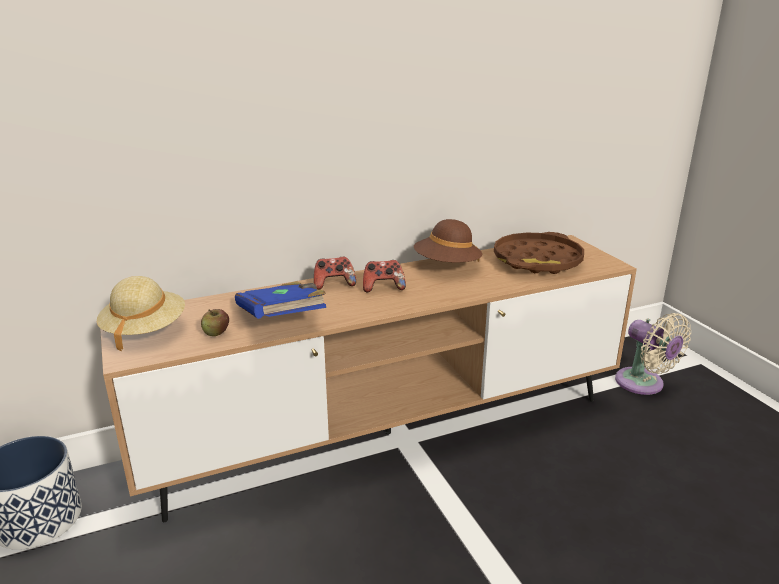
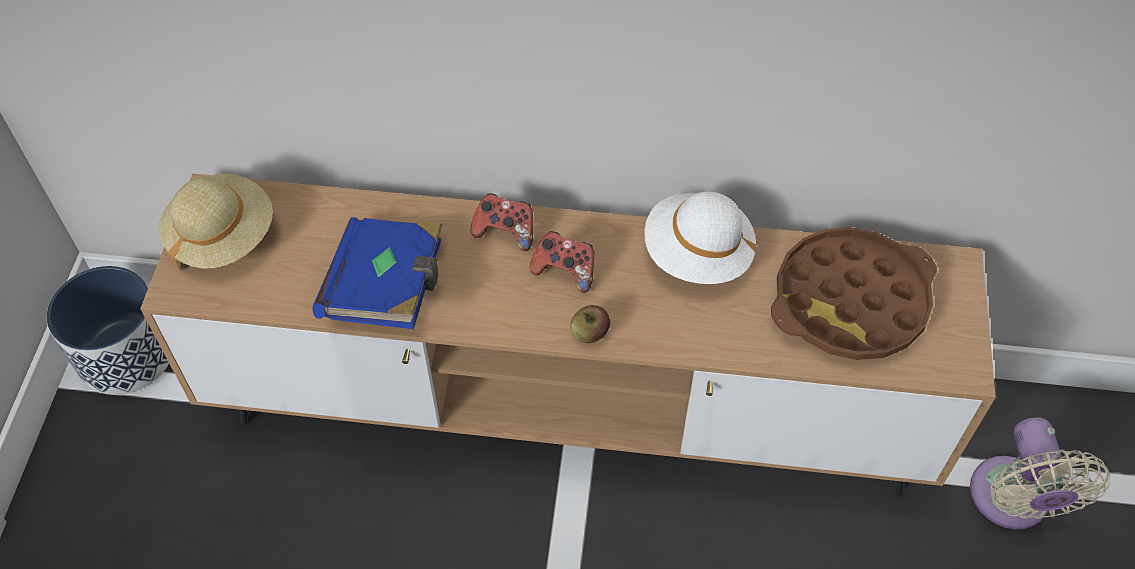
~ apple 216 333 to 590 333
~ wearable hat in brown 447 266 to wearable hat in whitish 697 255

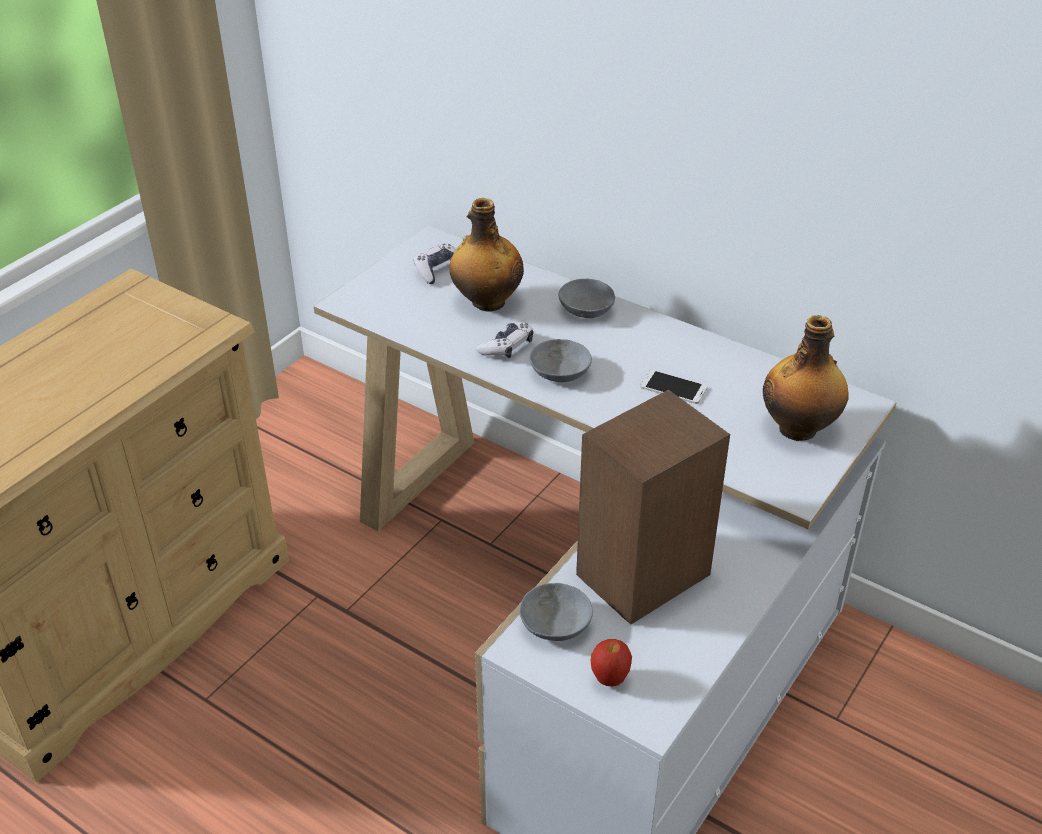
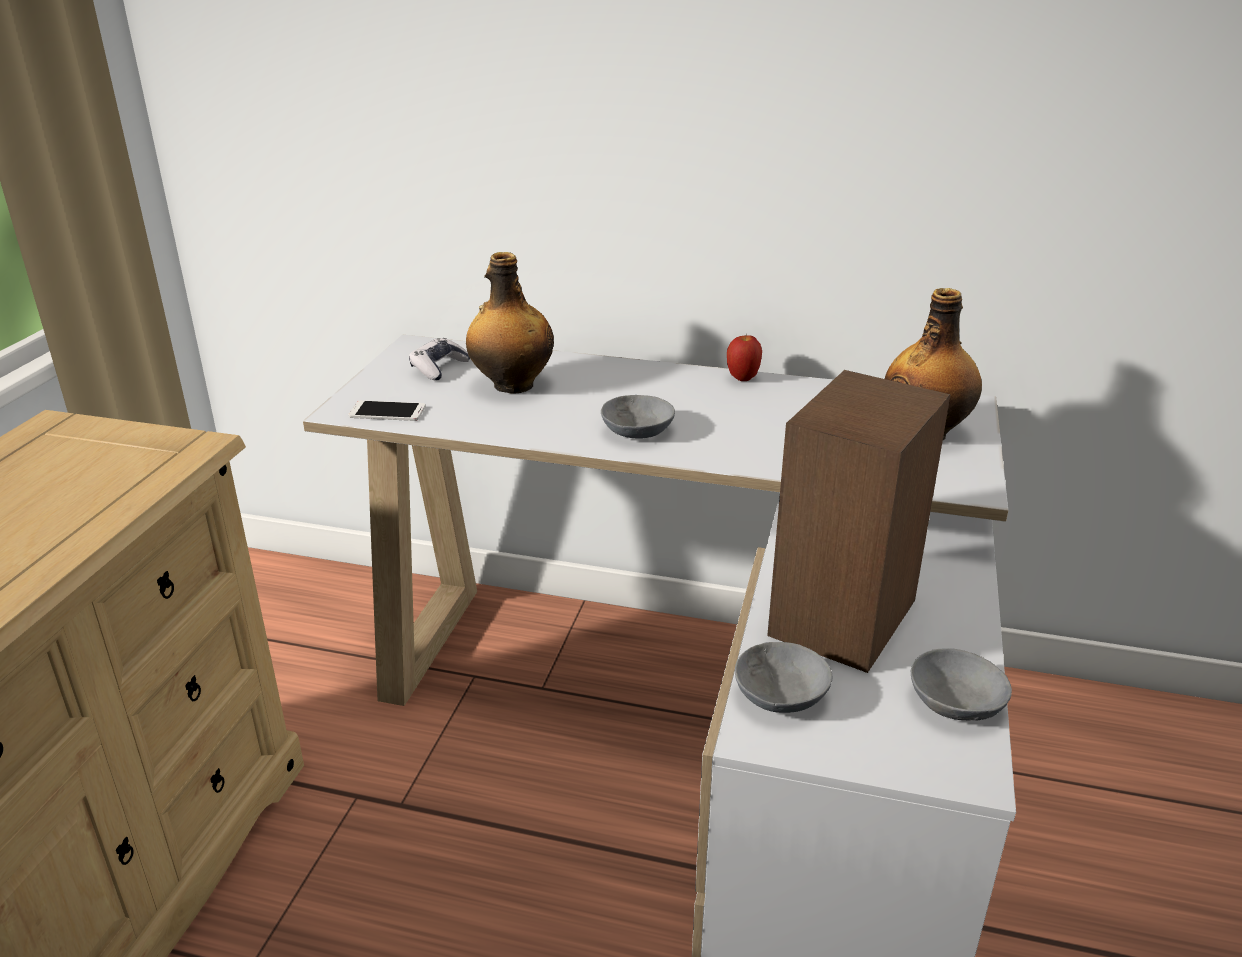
- gamepad 507 347
~ serving bowl in greyish 588 309 to 958 702
~ apple 609 679 to 742 378
~ telephone 673 387 to 387 412

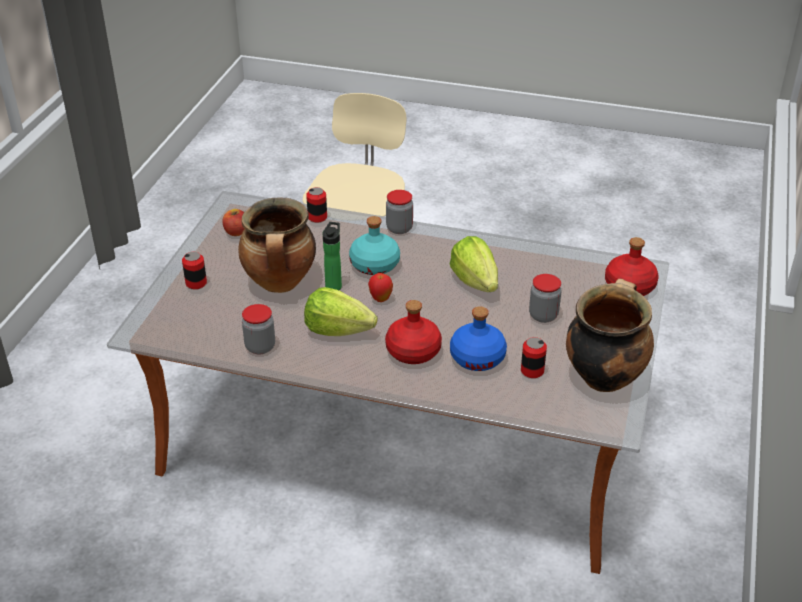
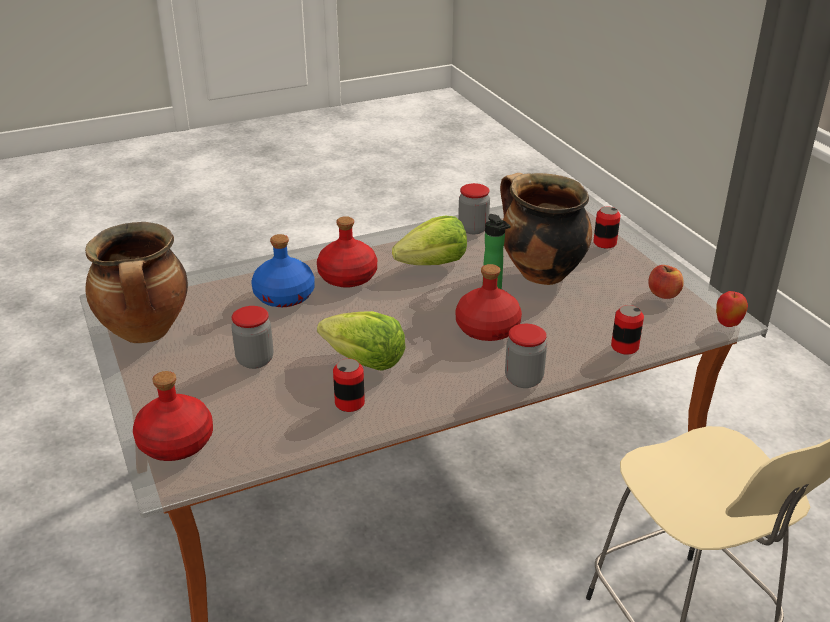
~ beverage bottle in blue-green 374 265 to beverage bottle in red-coloured 487 328
~ apple 380 299 to 727 324
~ metal can 532 371 to 349 403

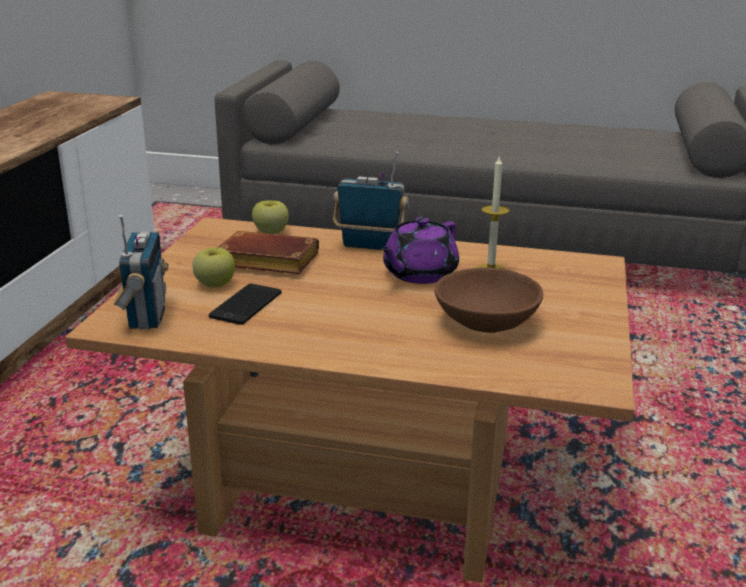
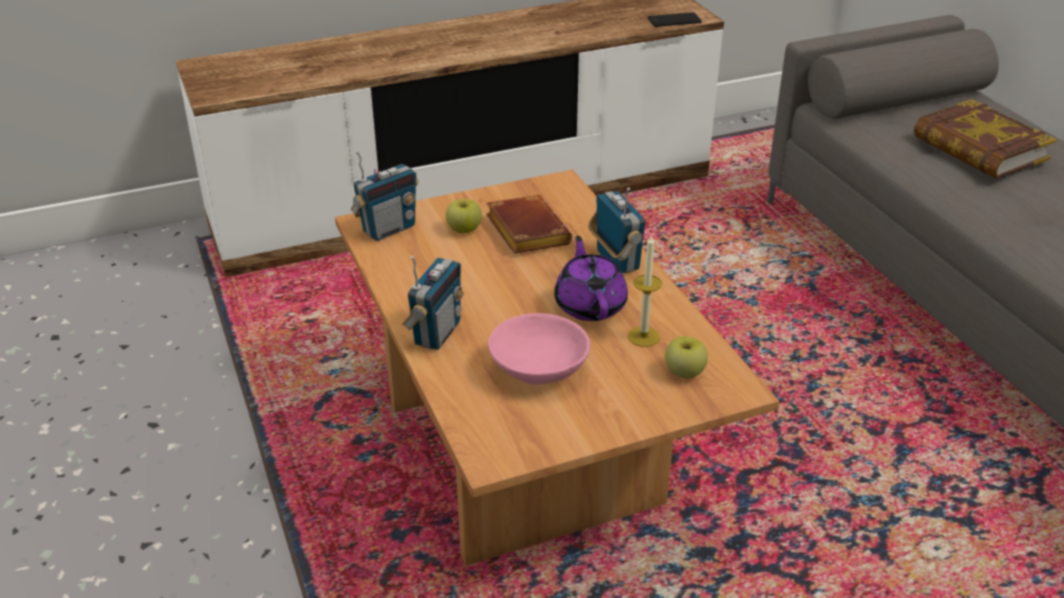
~ telephone 246 305 to 674 20
~ apple 270 232 to 684 372
~ pot for tea in purple-coloured 418 274 = 590 305 75 degrees clockwise
~ serving bowl in brown 487 323 to serving bowl in pinkish 538 370
+ radio 436 333
+ book 979 149

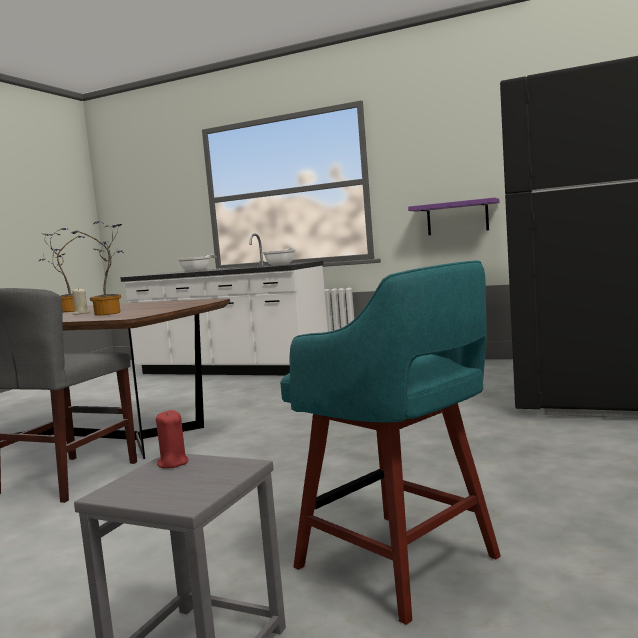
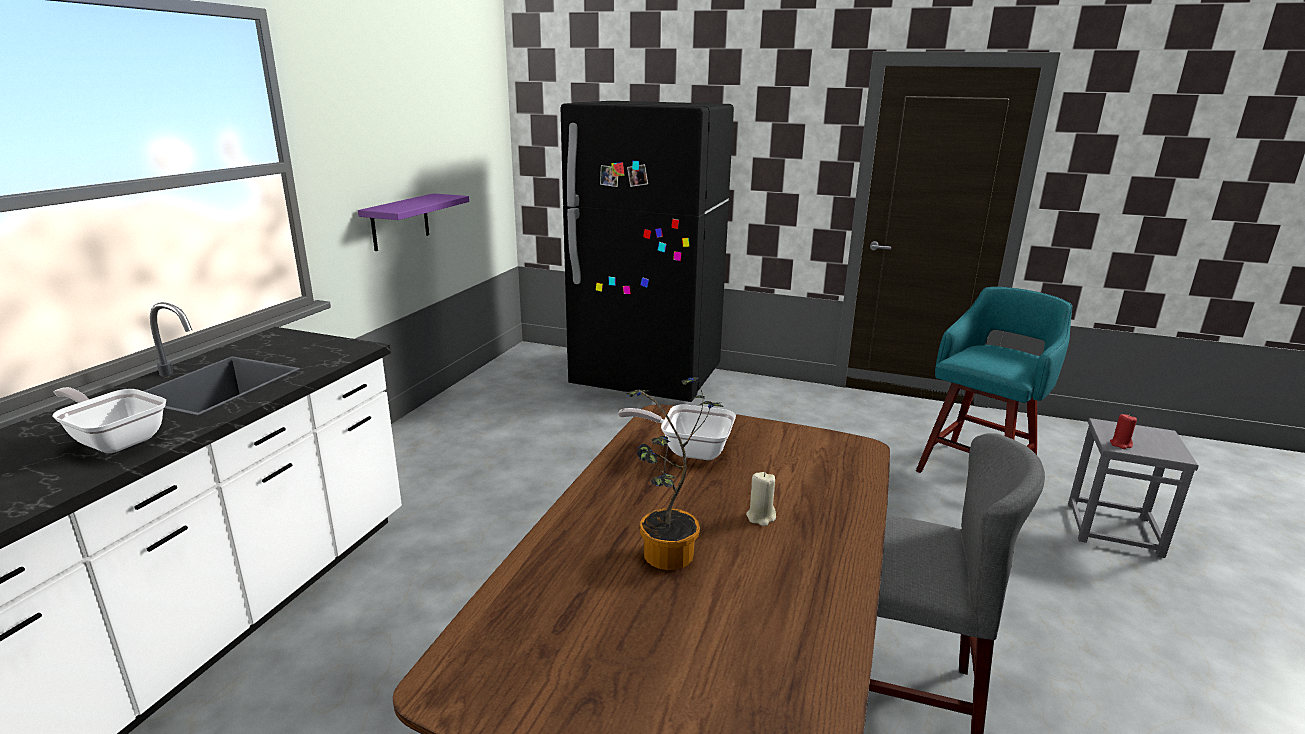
- houseplant 109 313
~ frying pan 282 264 to 688 449

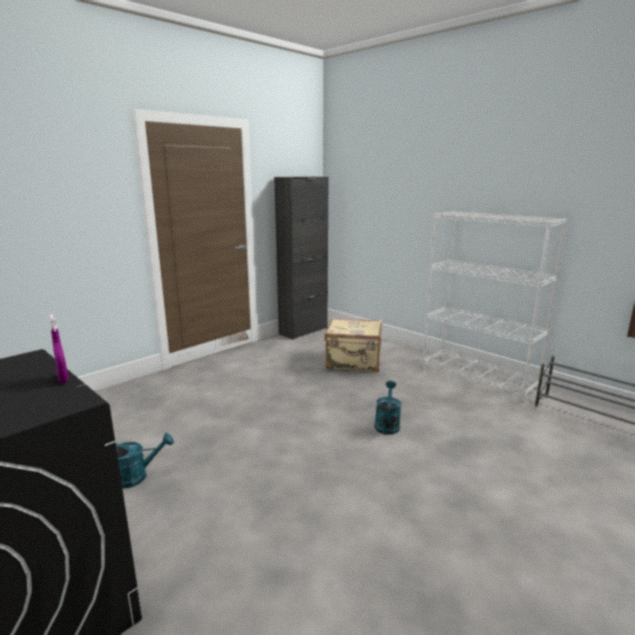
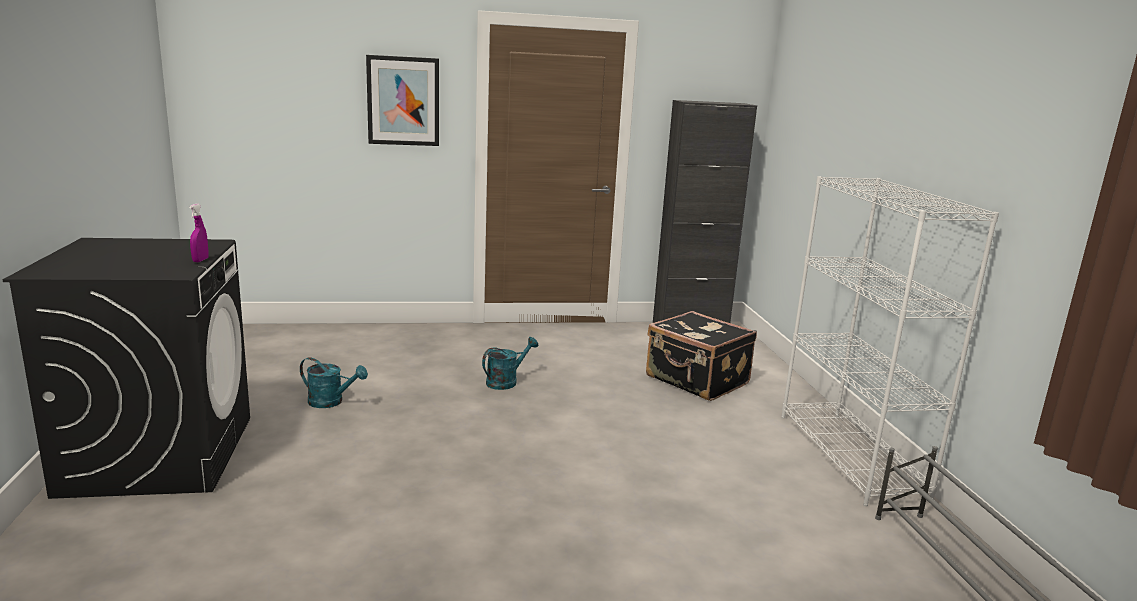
~ travel case in sand-coloured 354 362 to travel case in blackish 696 381
~ sprinkling can in blue-green 387 424 to 506 381
+ wall picture 403 101

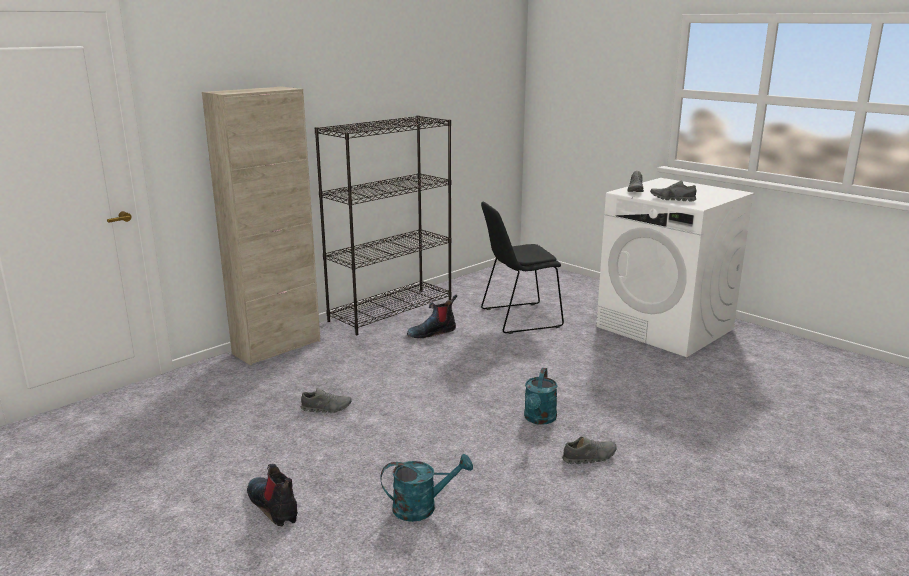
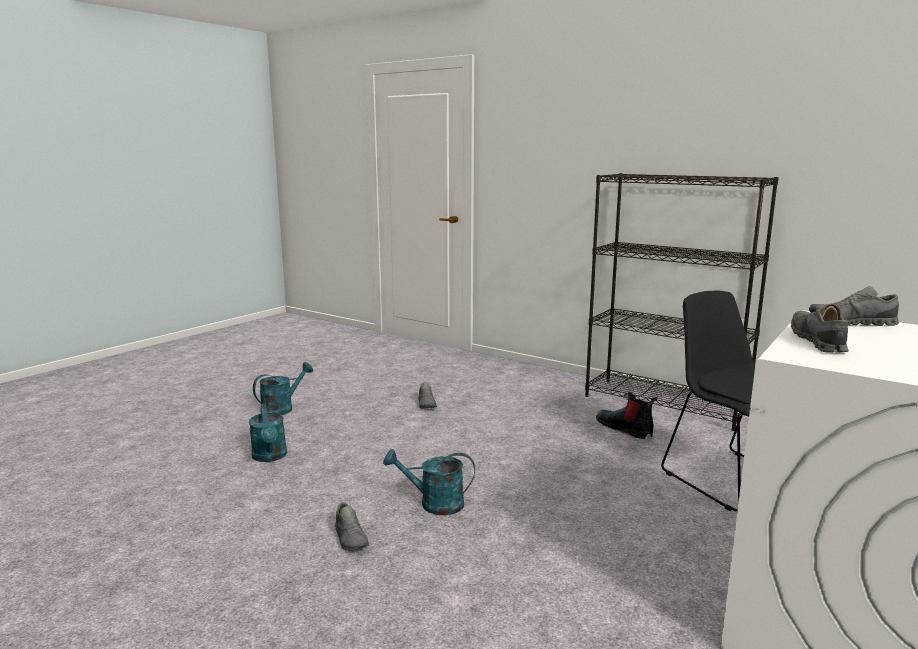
- cupboard in sand-coloured 277 347
~ tall boot 274 506 to sprinkling can in blue-green 282 408

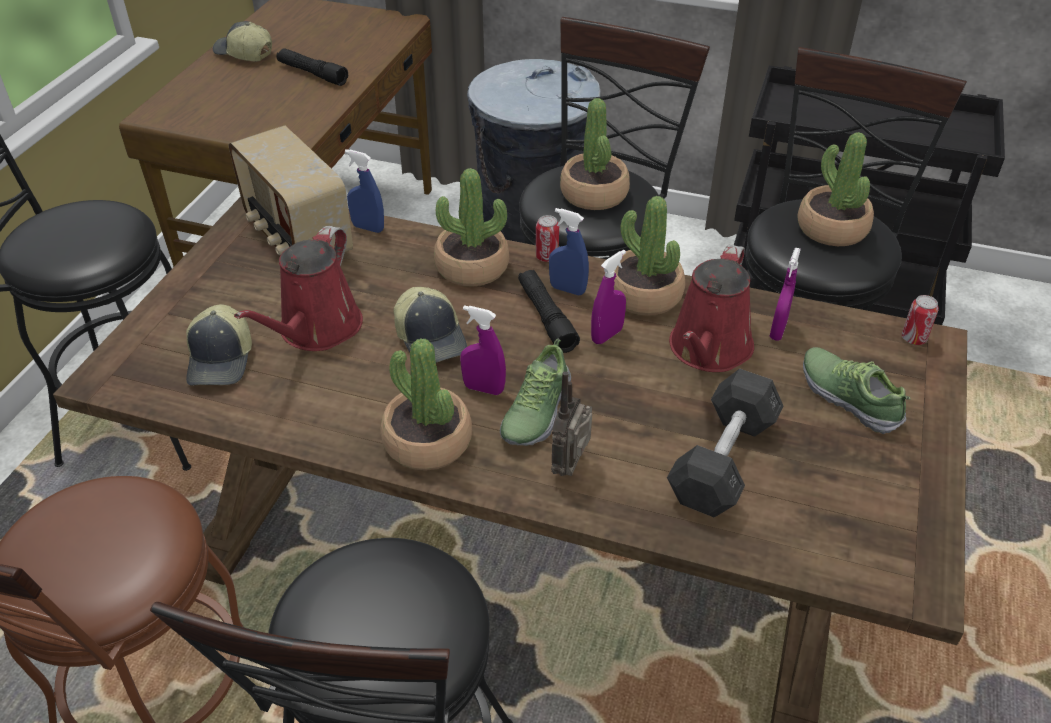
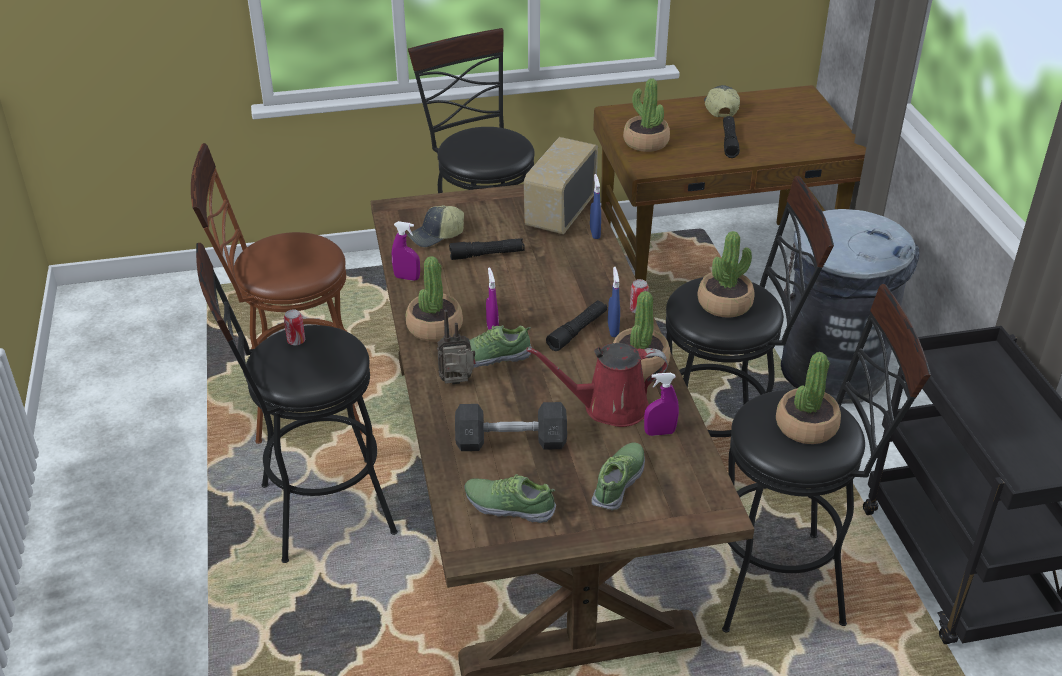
~ sprinkling can in red-coloured 316 330 to hand torch in blackish 487 255
- peaked cap 432 338
~ houseplant 472 267 to 645 142
~ spray bottle in purple-coloured 607 335 to 407 278
~ metal can 913 338 to 296 341
+ low shoe 509 505

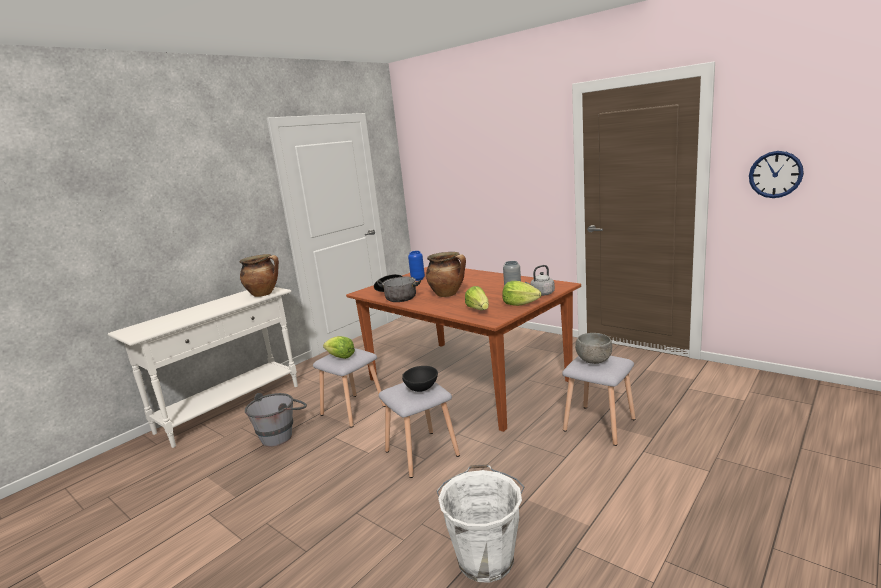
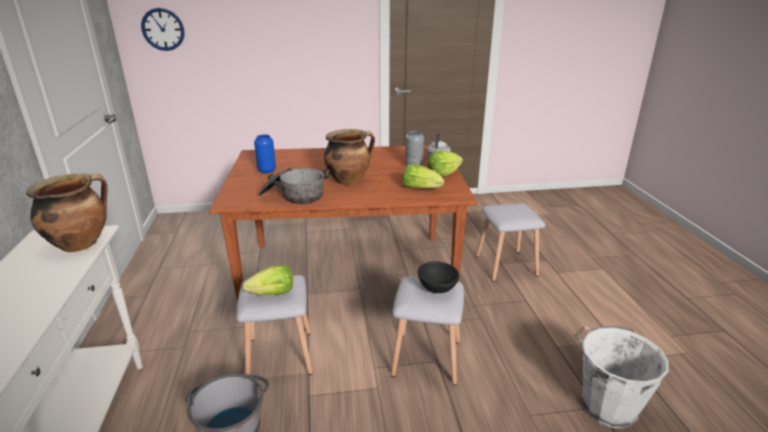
- serving bowl in greyish 593 361
~ wall clock 775 174 to 163 29

